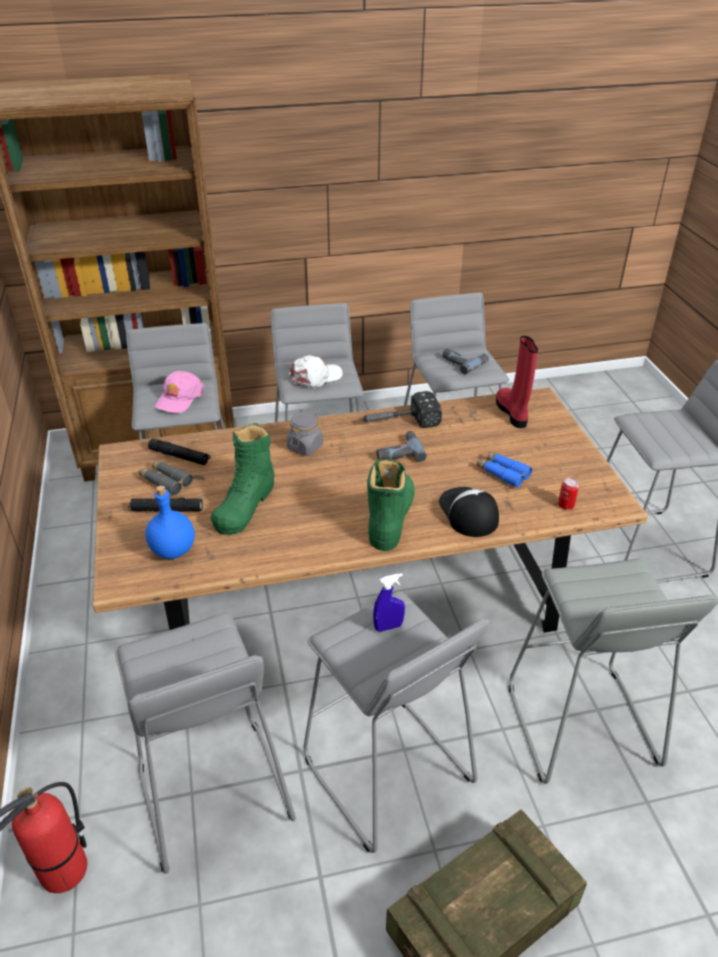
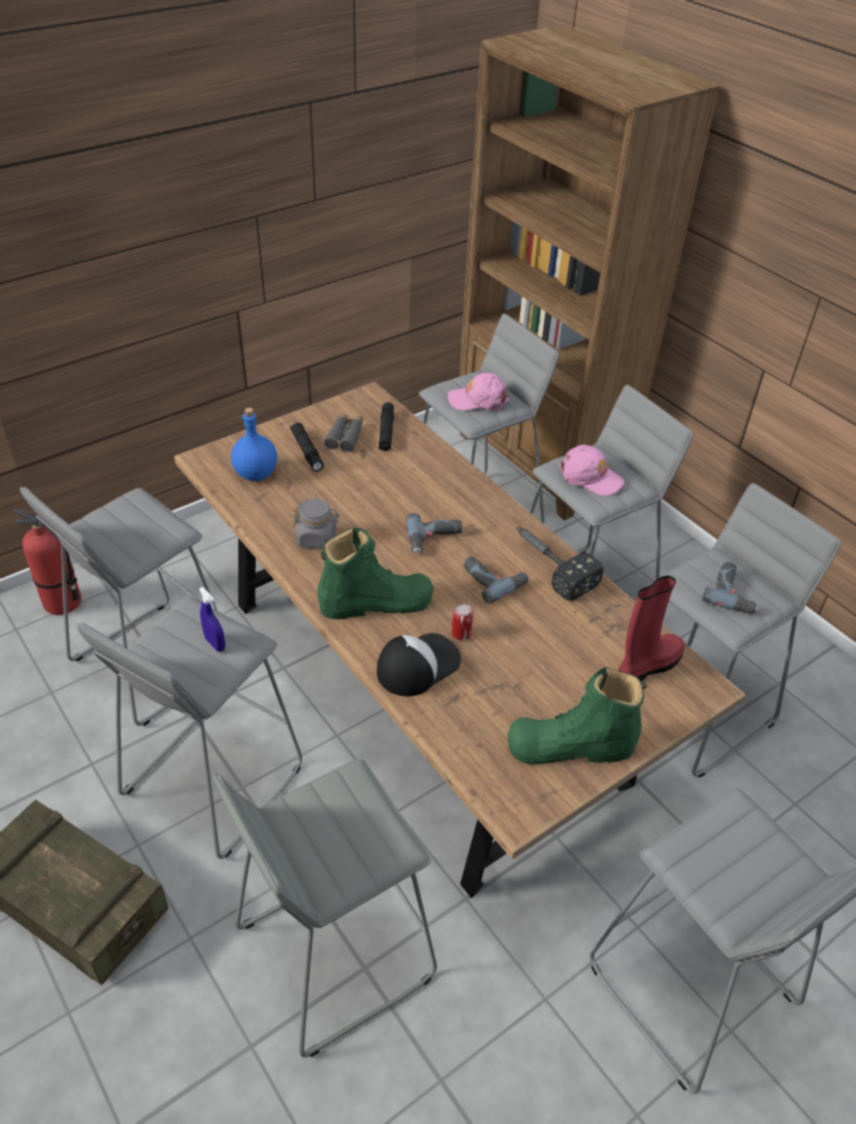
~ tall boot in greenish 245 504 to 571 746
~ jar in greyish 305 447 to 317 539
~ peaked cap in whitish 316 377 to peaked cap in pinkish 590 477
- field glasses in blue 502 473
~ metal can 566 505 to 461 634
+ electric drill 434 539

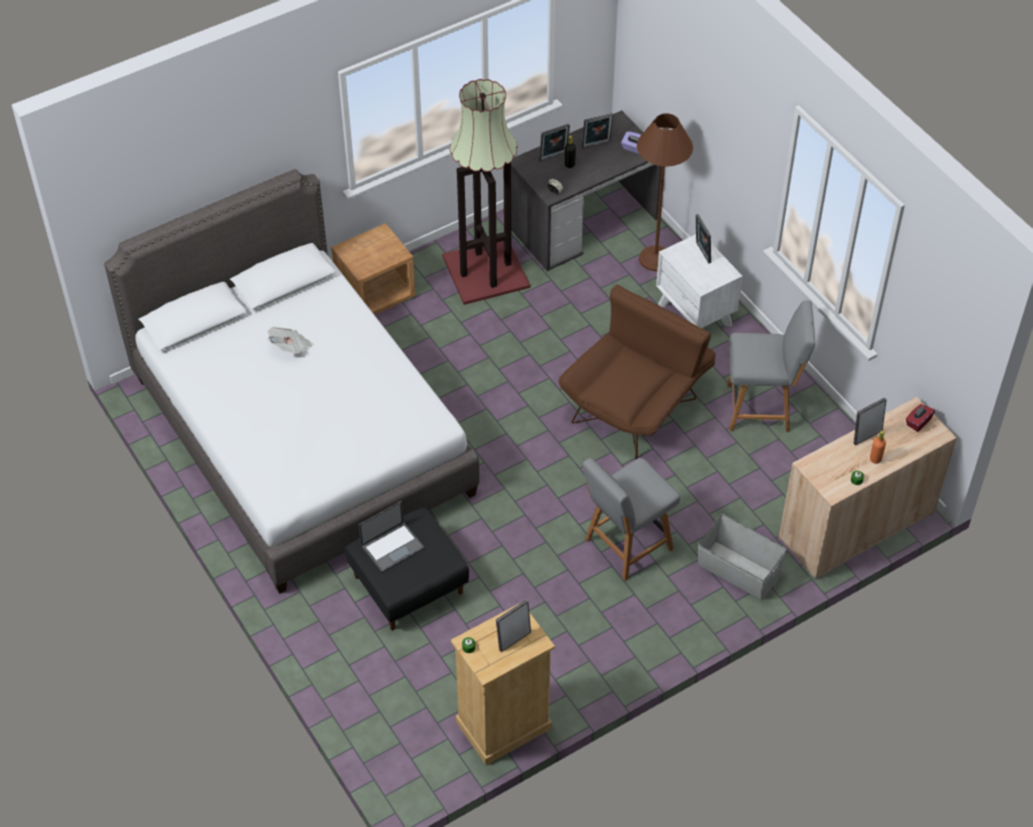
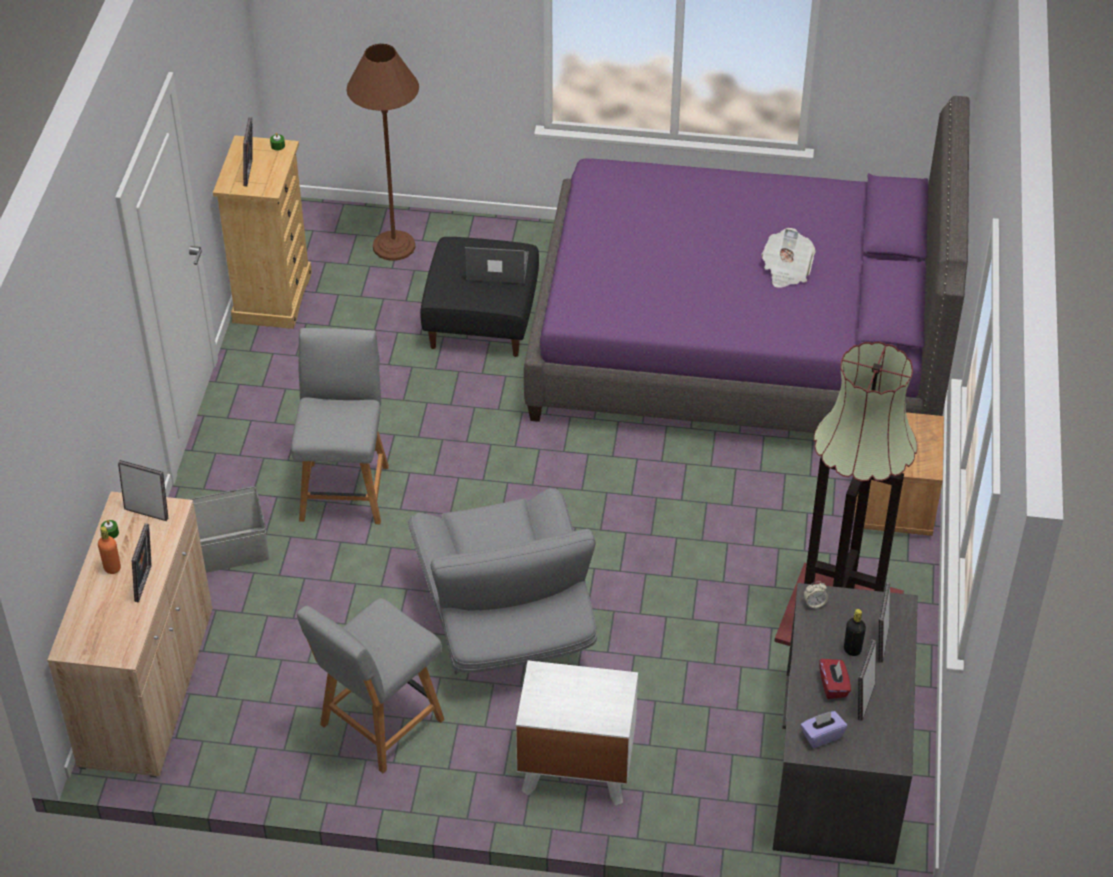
~ bed in whitish 302 436 to bed in purple-coloured 739 343
~ laptop 393 546 = 496 267 90 degrees clockwise
~ armchair in brown 637 402 to armchair in greyish 505 621
~ standing lamp in brown 655 258 to 394 246
~ picture frame 701 253 to 147 511
~ tissue box in red-coloured 918 422 to 833 686

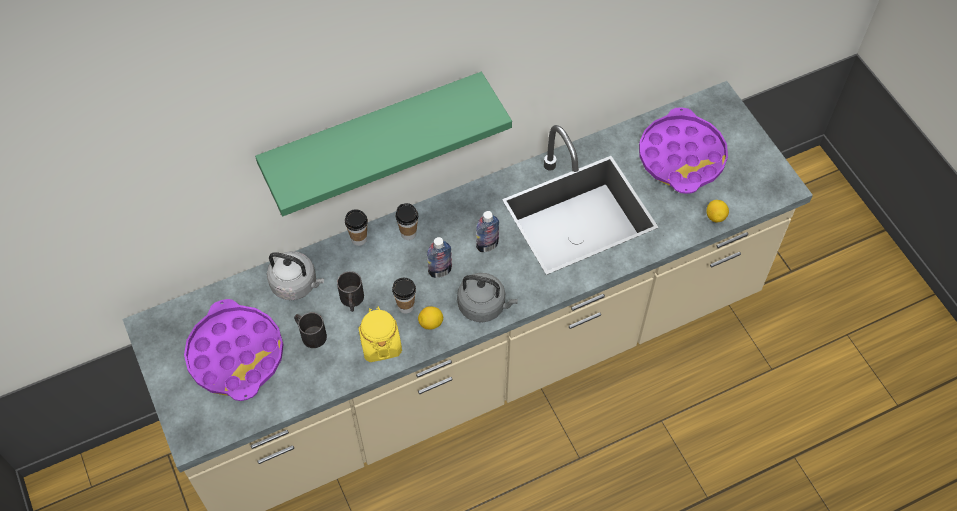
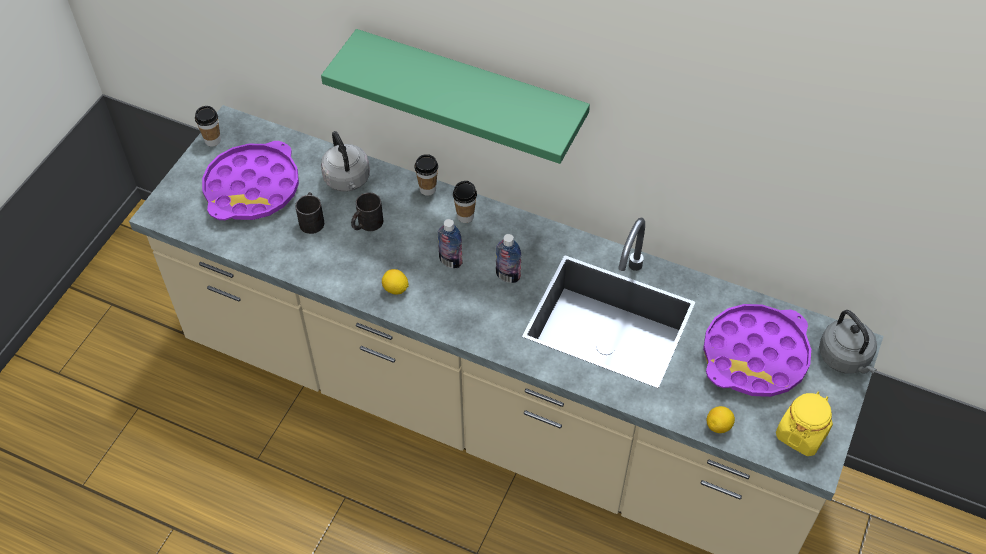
~ jar in yellowish 380 344 to 801 433
~ cup 406 306 to 212 140
~ kettle in greyish 484 306 to 845 358

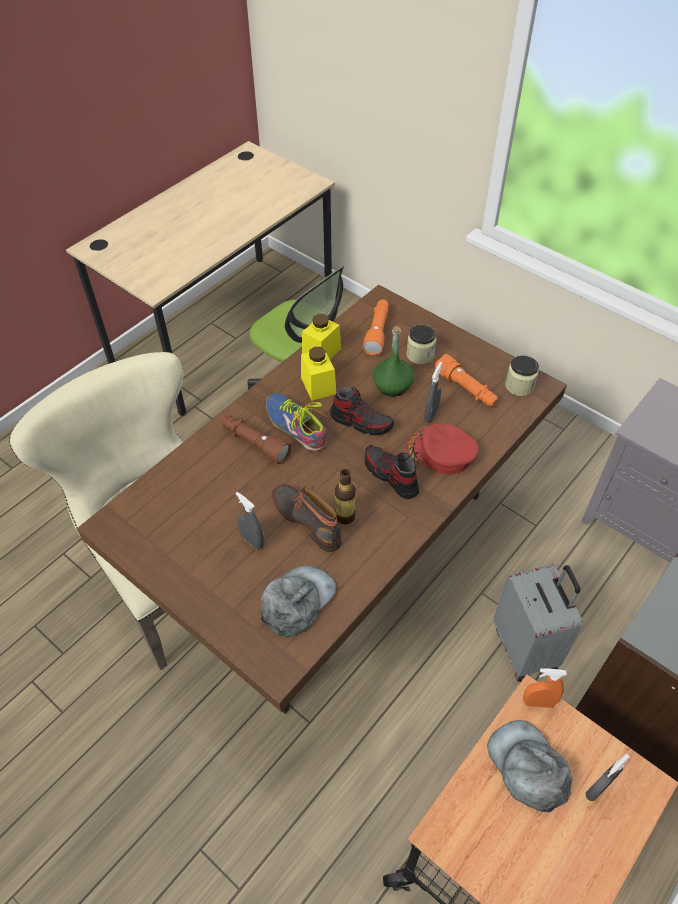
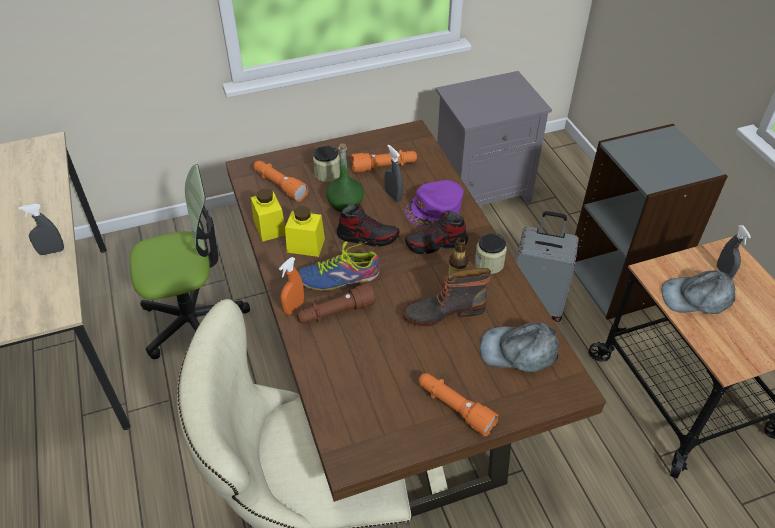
~ spray bottle in greyish 252 541 to 51 251
~ peaked cap in greyish 297 601 = 519 351 60 degrees counterclockwise
~ low shoe 361 422 = 367 237 45 degrees clockwise
~ peaked cap in red-coloured 440 453 to peaked cap in purple-coloured 434 208
~ jar 519 386 to 489 263
~ spray bottle in orange-coloured 538 702 to 294 307
+ hand torch in orange-coloured 454 408

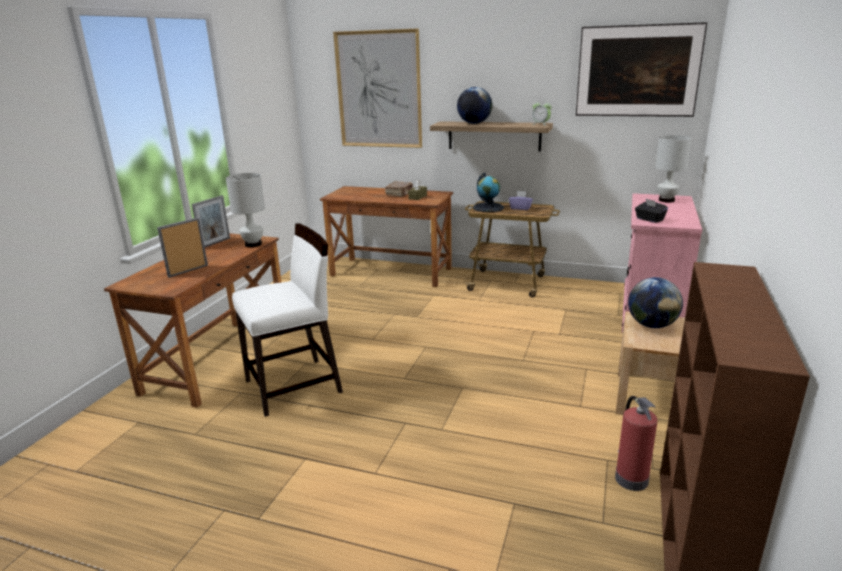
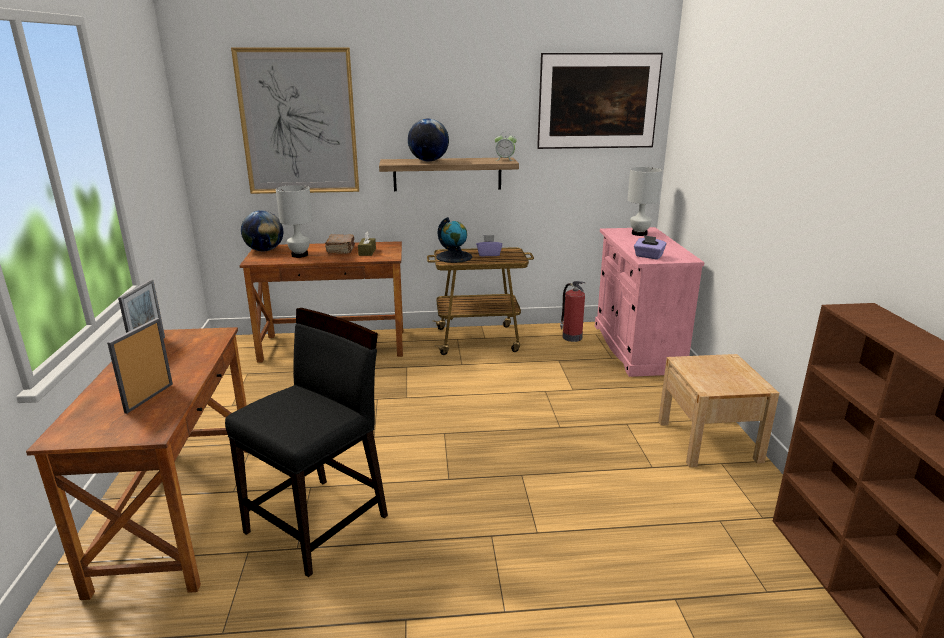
~ lamp for a table in whitish 253 244 to 300 255
~ chair in whitish 294 386 to chair in blackish 319 523
~ extinguisher 630 478 to 571 337
~ globe 652 325 to 264 250
~ tissue box in blackish 649 219 to tissue box in purple-coloured 648 256

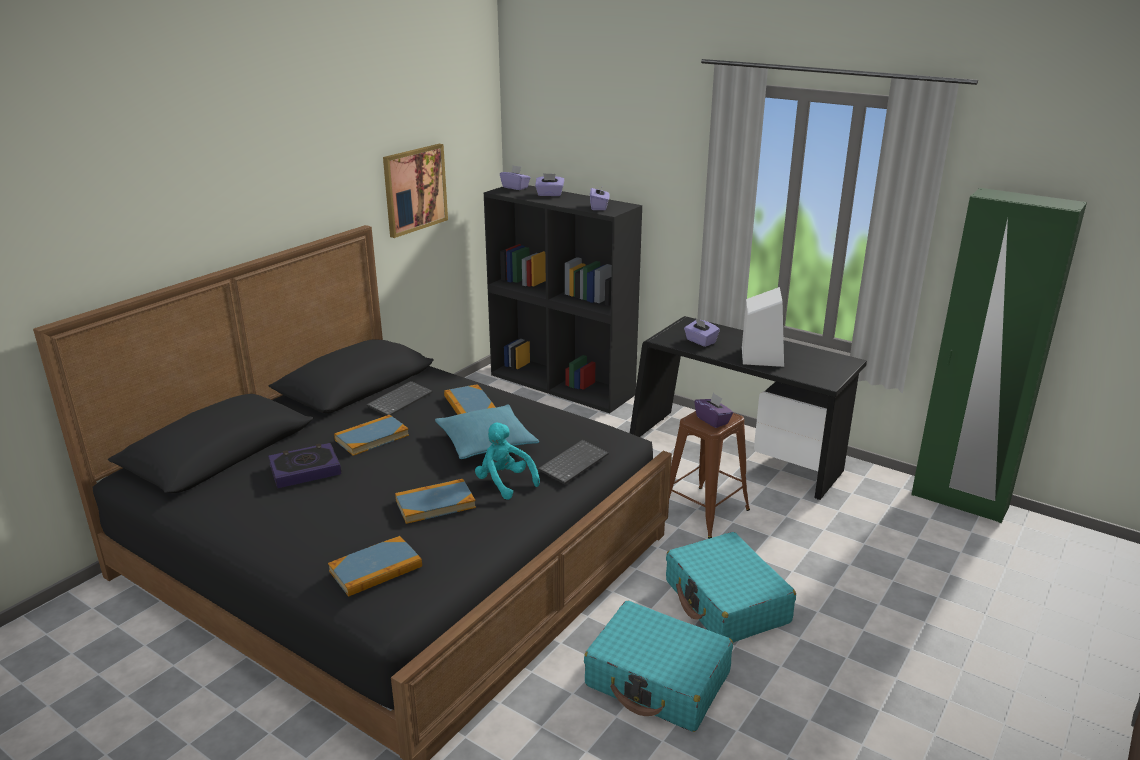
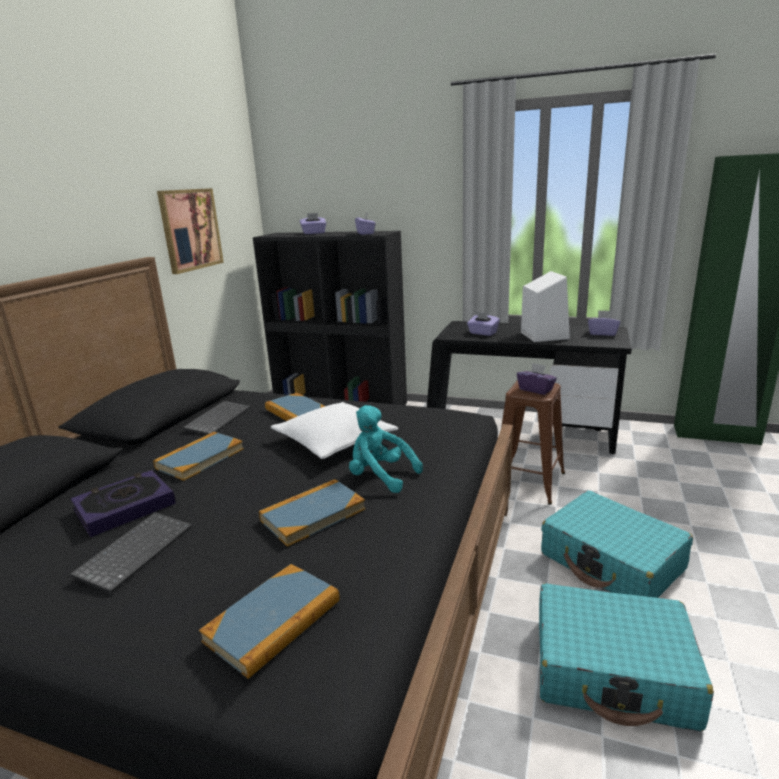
~ pillow in blue-green 486 442 to pillow in whitish 334 441
~ tissue box in purple-coloured 515 187 to 602 333
~ PC keyboard 573 462 to 135 551

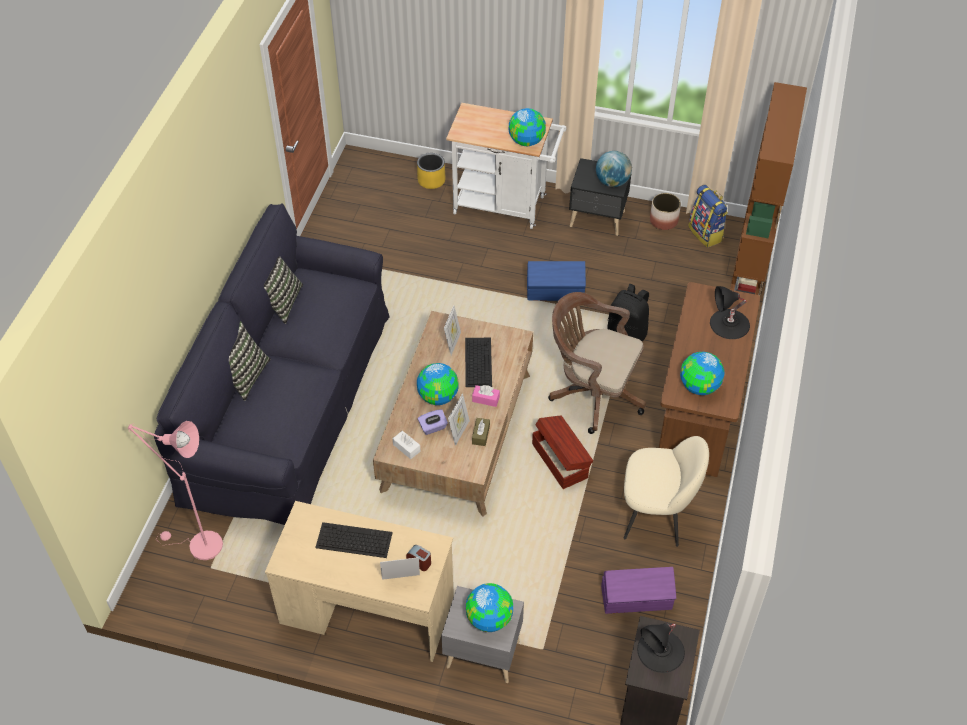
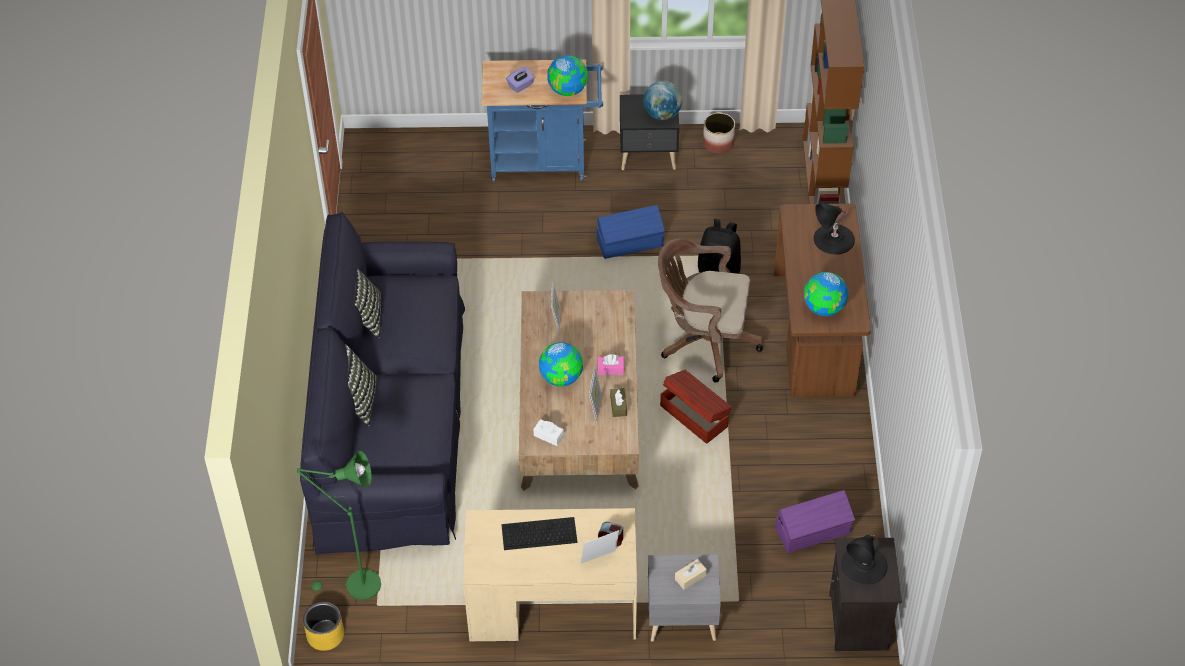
~ standing lamp in pinkish 199 545 to standing lamp in greenish 356 586
~ planter in yellowish 431 180 to 325 635
~ tissue box in purple-coloured 433 427 to 521 85
~ wheeled cart in whitish 505 205 to wheeled cart in blue 545 161
- PC keyboard 478 361
~ globe 489 618 to tissue box in sand-coloured 690 577
- chair in sand-coloured 656 515
- rucksack 706 233

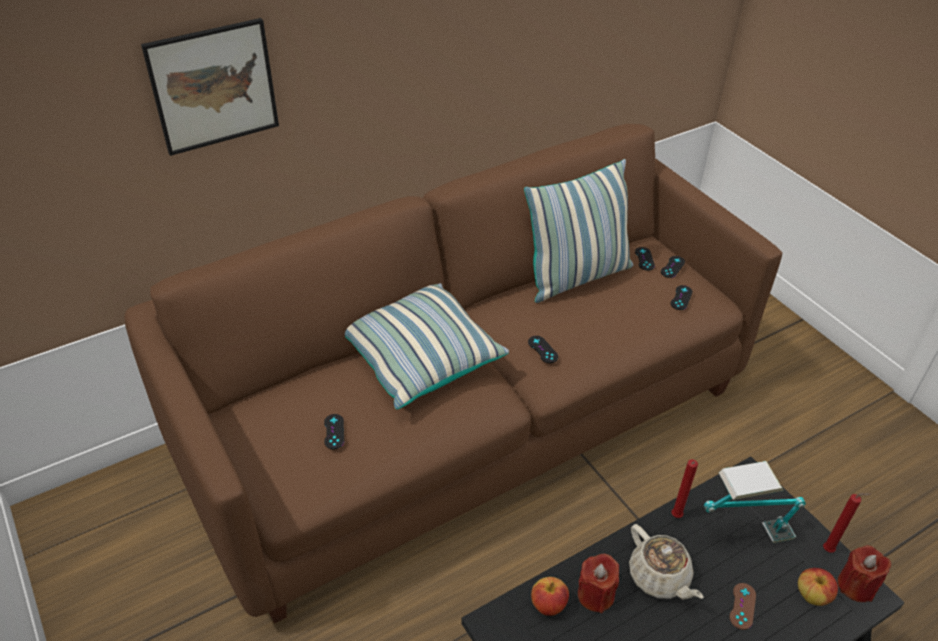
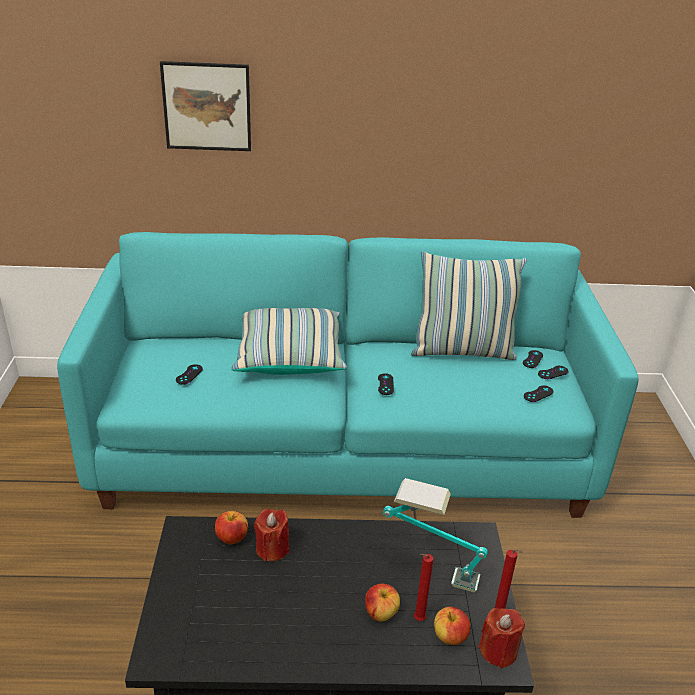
~ couch in brown 466 420 to couch in blue-green 343 447
- pot for tea in sand-coloured 659 577
~ wax candle in red-coloured 675 517 to 417 620
~ gamepad in brown 742 606 to apple 380 613

